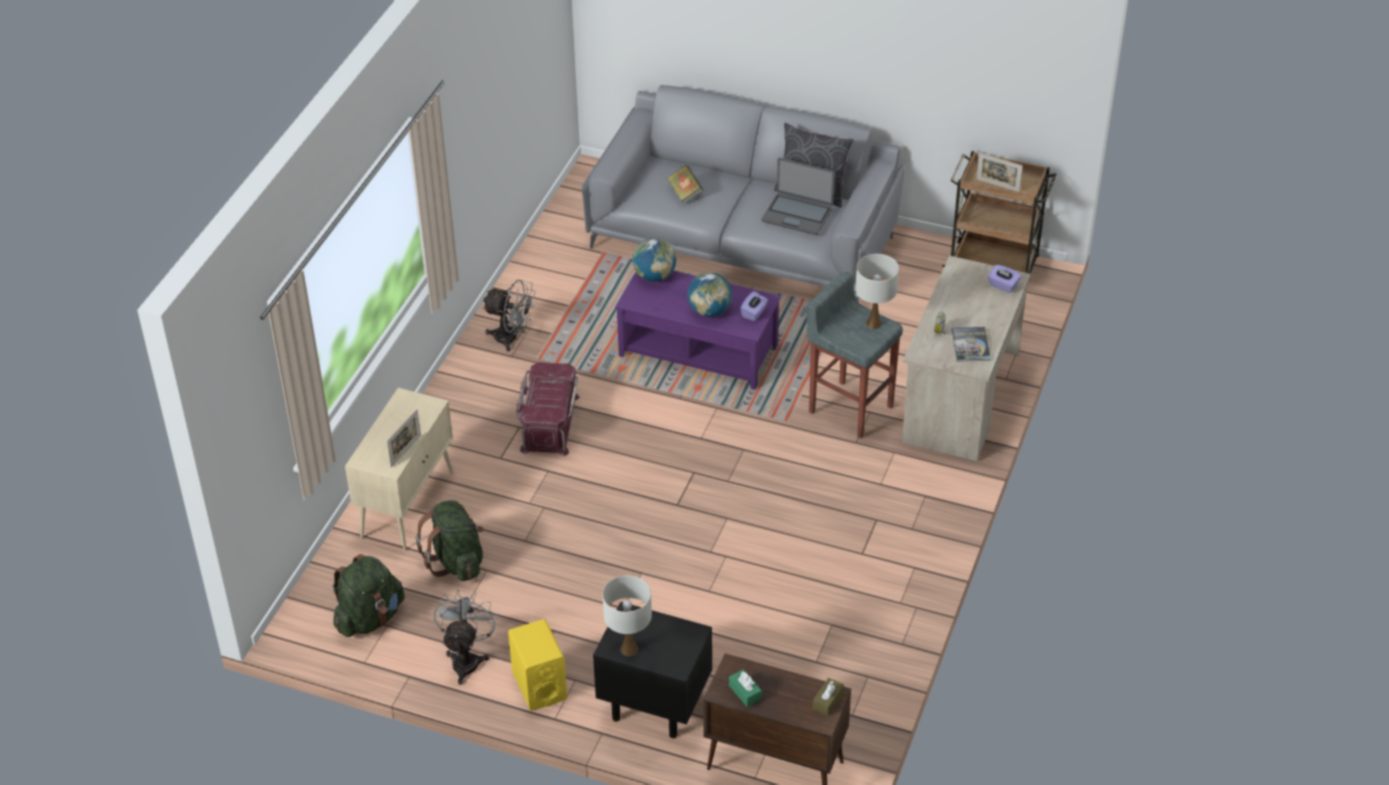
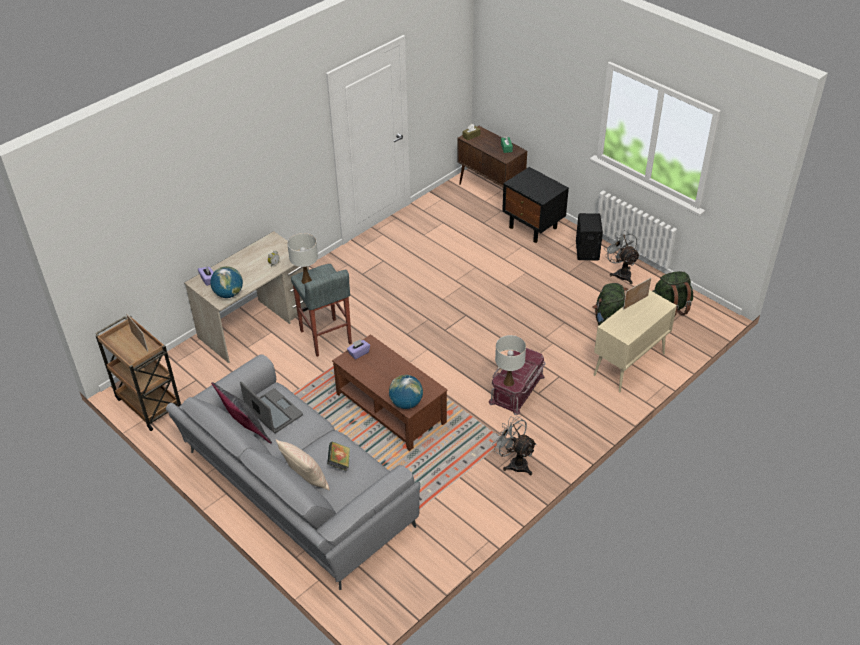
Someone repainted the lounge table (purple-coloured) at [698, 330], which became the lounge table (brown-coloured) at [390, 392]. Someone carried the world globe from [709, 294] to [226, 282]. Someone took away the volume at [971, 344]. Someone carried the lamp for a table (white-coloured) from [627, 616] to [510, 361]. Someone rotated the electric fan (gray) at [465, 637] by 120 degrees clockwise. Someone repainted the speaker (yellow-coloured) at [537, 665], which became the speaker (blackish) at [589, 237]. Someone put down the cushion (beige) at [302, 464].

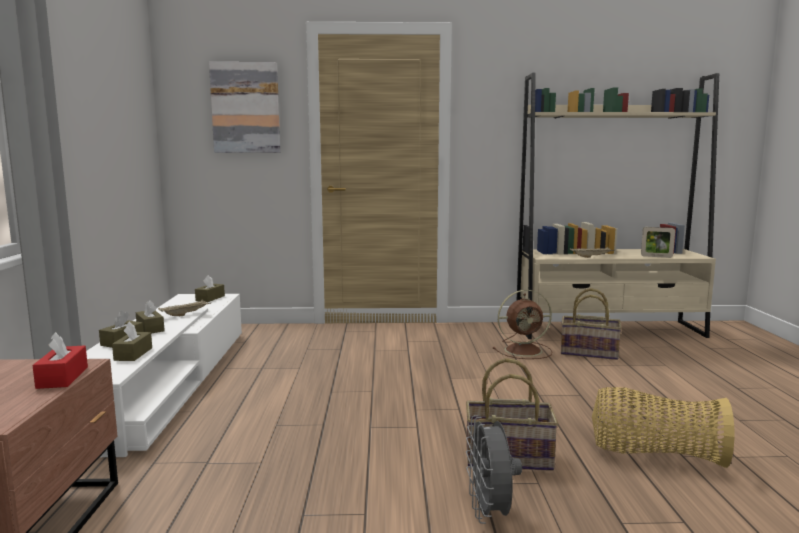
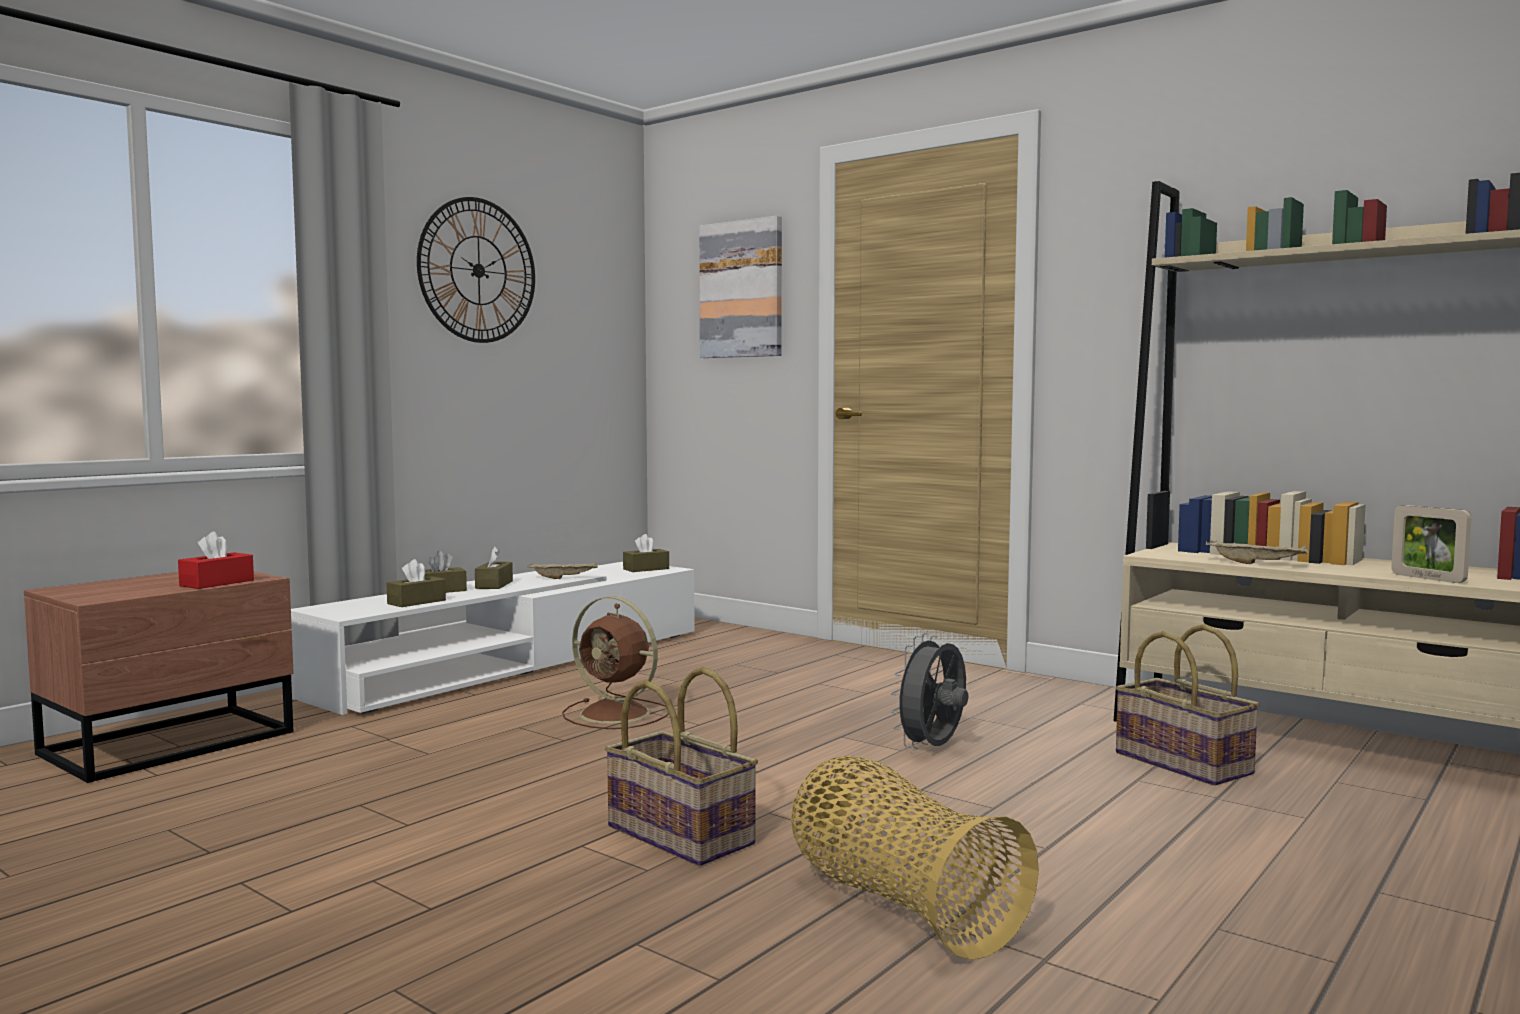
Someone carried the electric fan (brown-coloured) from [522, 324] to [615, 662]. Someone carried the electric fan (gray) from [494, 469] to [929, 691]. Someone put up the wall clock at [476, 270].

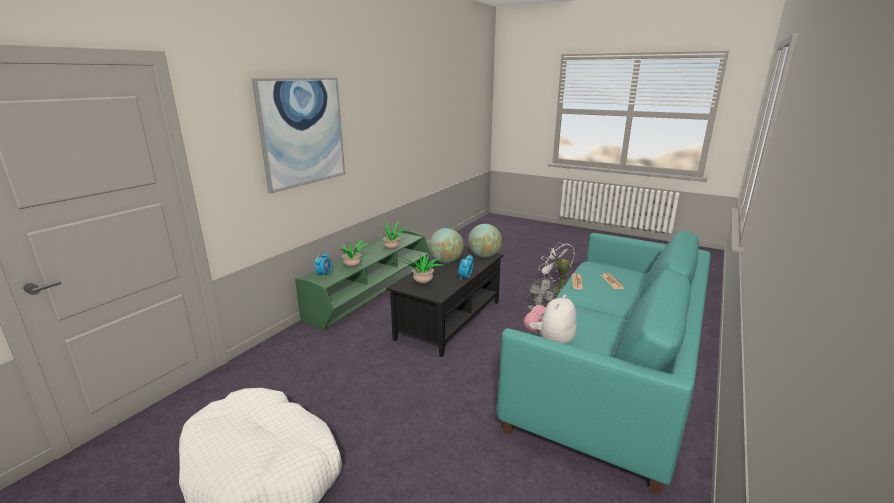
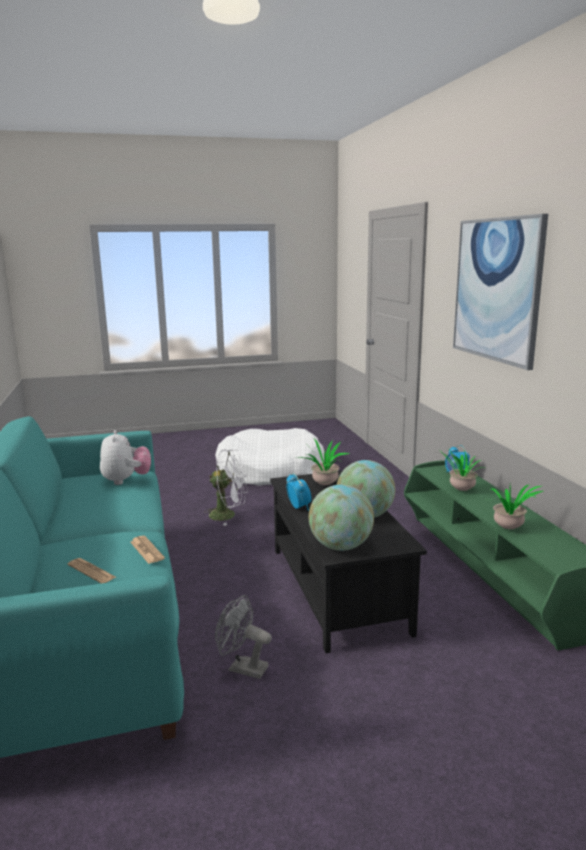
Someone carried the electric fan (white-coloured) from [557, 269] to [226, 487].

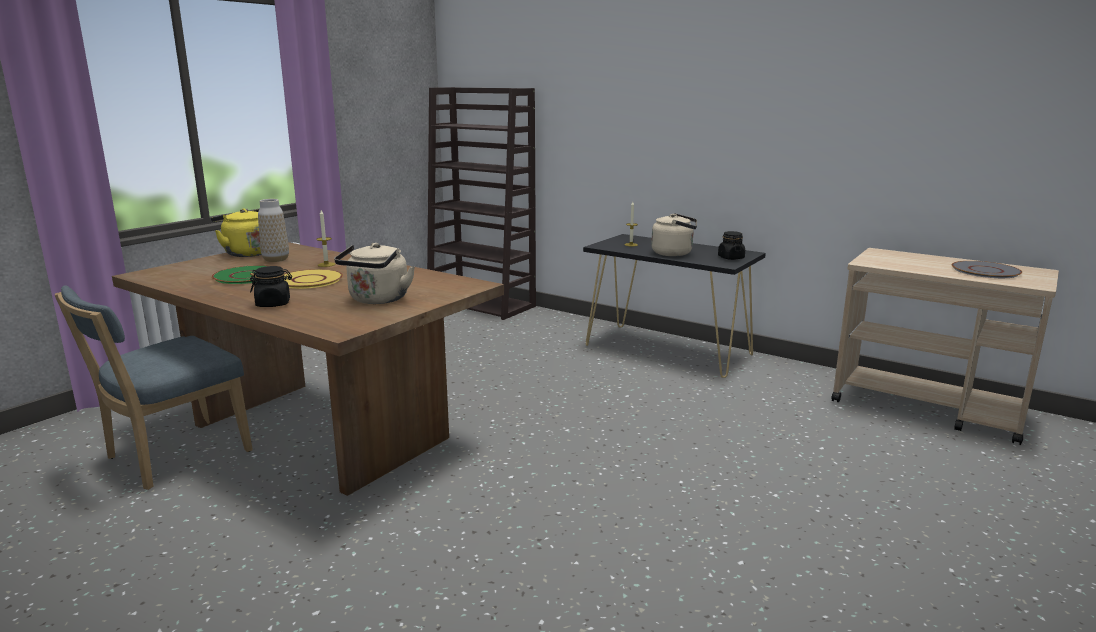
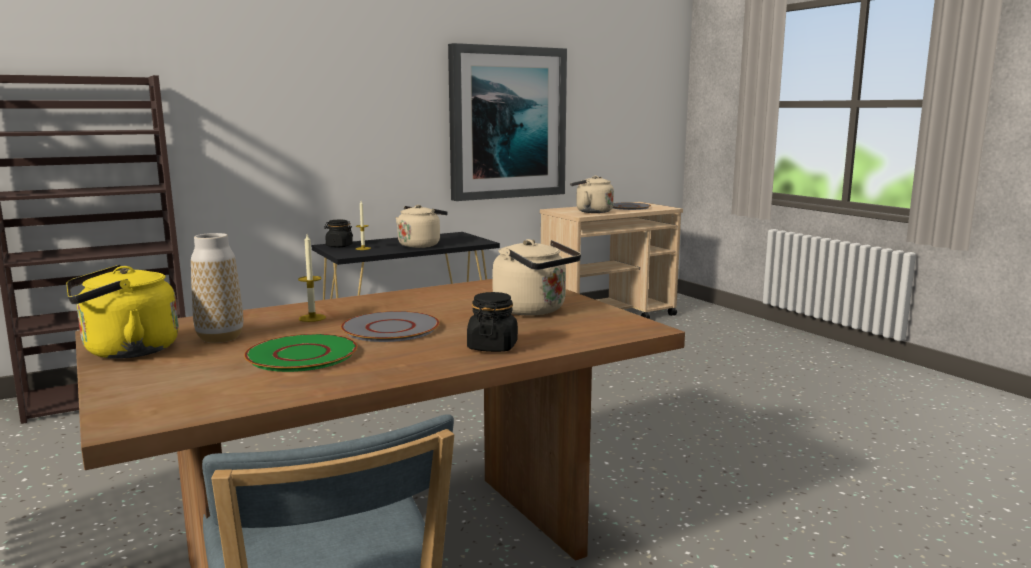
Someone carried the jar (blackish) from [731, 245] to [338, 233]. Someone repainted the flat dish (yellow-coloured) at [313, 279], which became the flat dish (gray) at [390, 326]. Someone put up the wall art at [507, 122]. Someone put down the kettle (beige) at [592, 194].

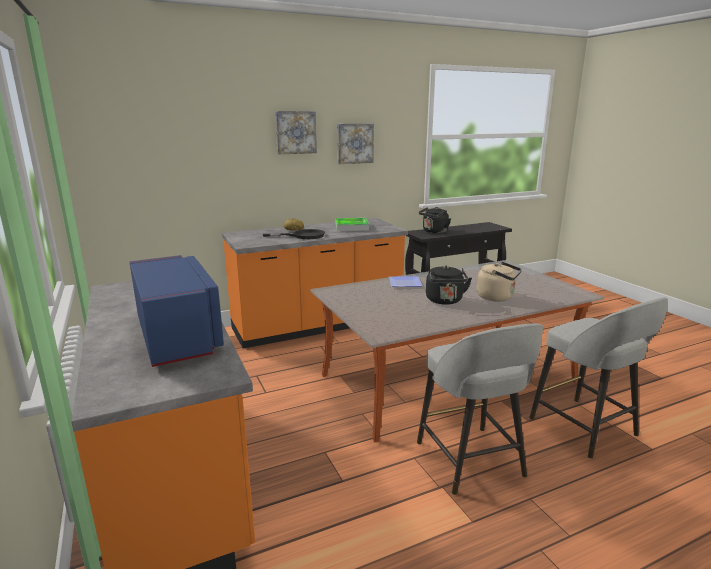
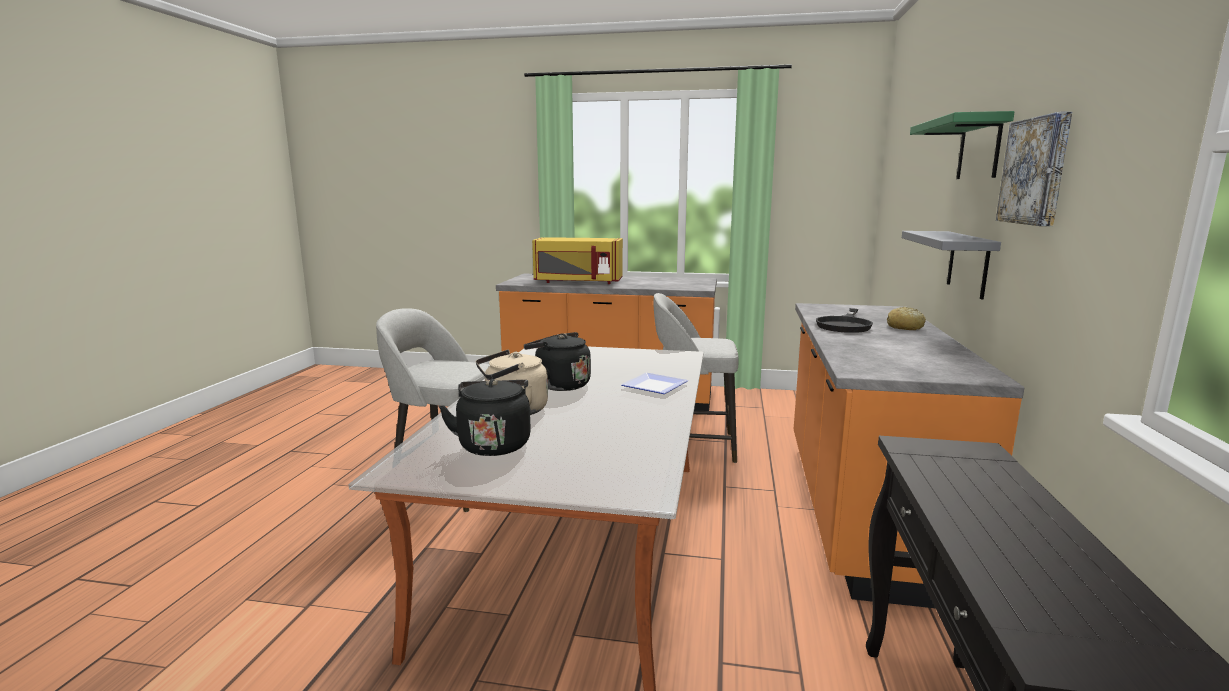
Someone swapped the wall art at [296, 132] for the shelf (greenish) at [962, 145]. Someone carried the kettle (blackish) from [435, 220] to [485, 417]. Someone took away the carrying tray at [352, 224]. Someone repainted the microwave (blue-coloured) at [176, 311], which became the microwave (yellow-coloured) at [577, 260]. Someone carried the sitting stool (gray) from [598, 378] to [696, 378]. Someone put up the shelf (gray) at [951, 265].

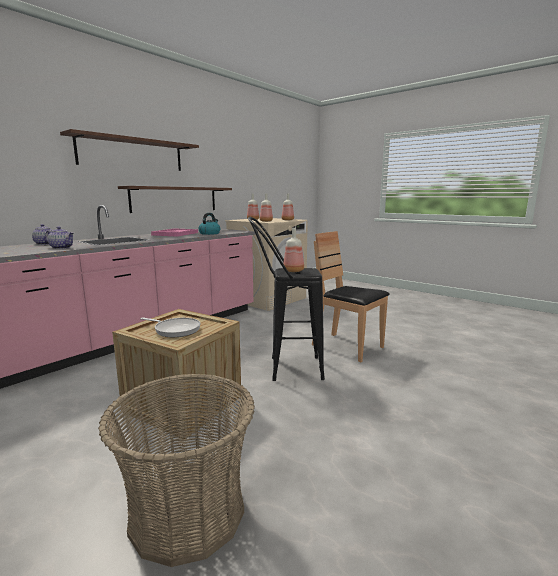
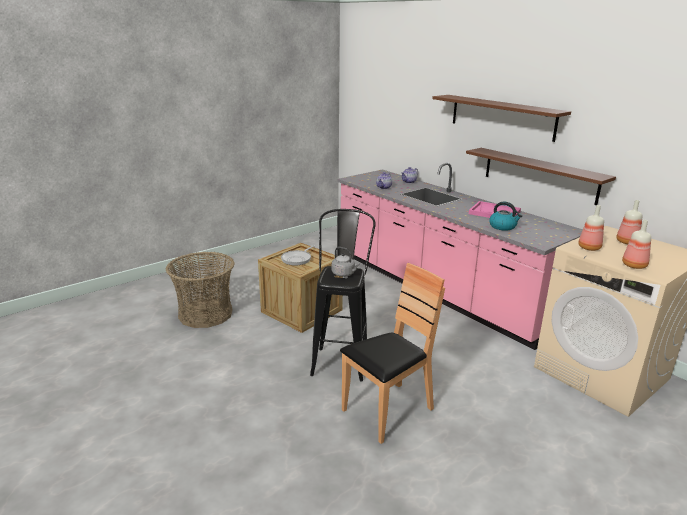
Someone swapped the drink bottle at [293, 250] for the kettle (gray) at [346, 262].

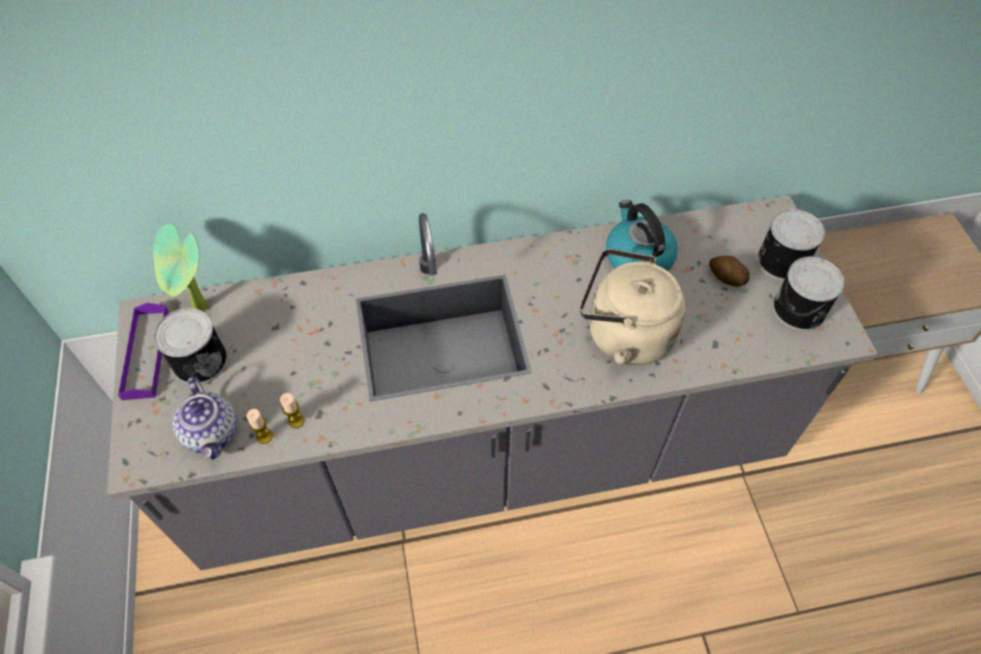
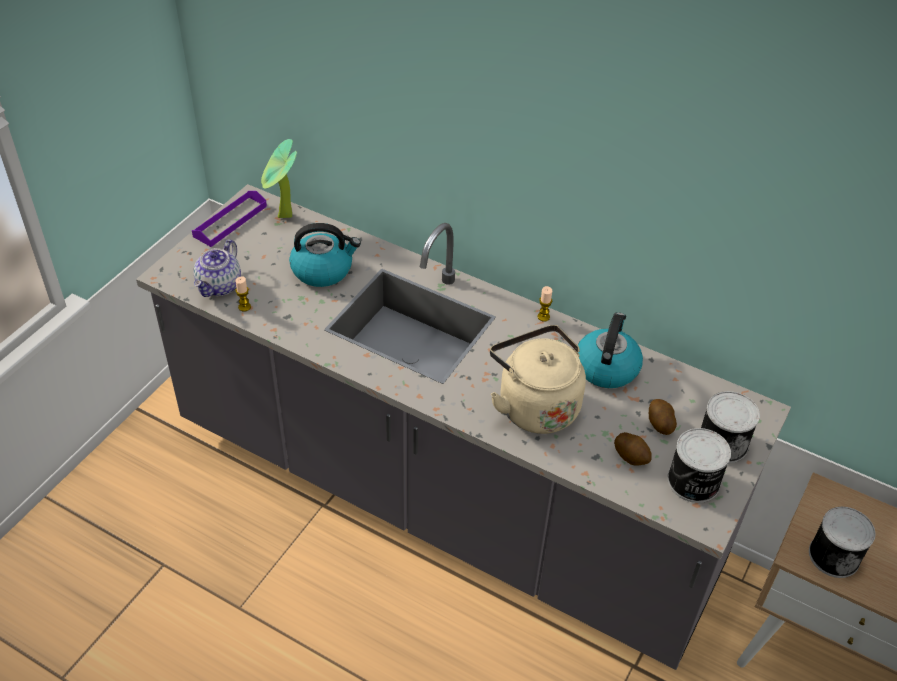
Someone carried the metal can from [191, 346] to [842, 542]. Someone carried the wax light from [292, 410] to [544, 304]. Someone put down the kettle at [325, 255]. Someone put down the potato at [633, 449].

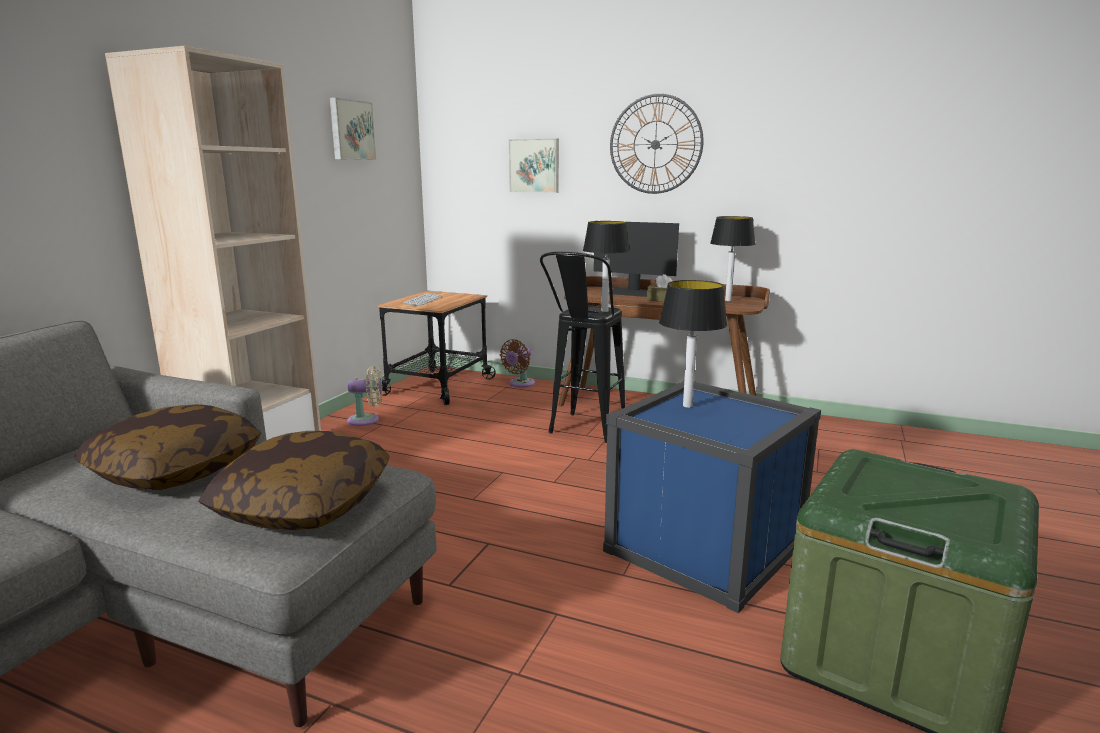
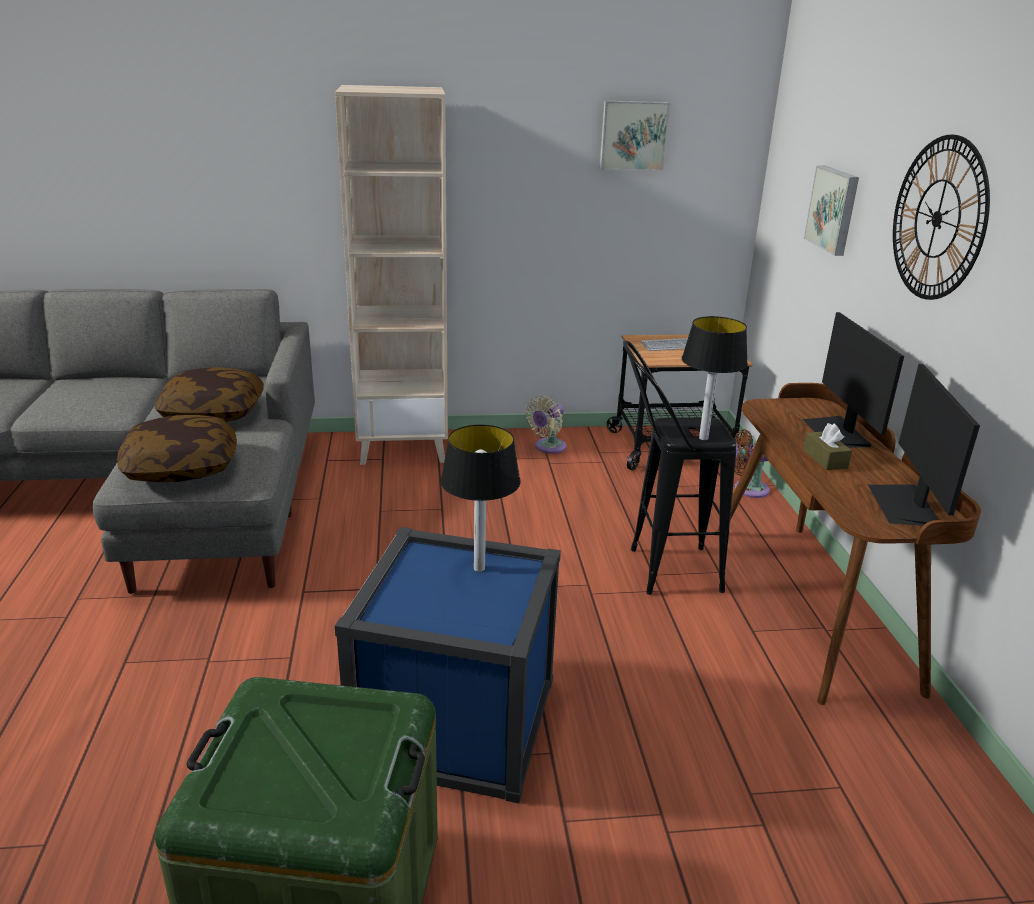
Someone swapped the lamp for a table at [732, 258] for the computer display at [923, 445]. Someone rotated the electric fan (beige) at [364, 396] by 75 degrees clockwise.

